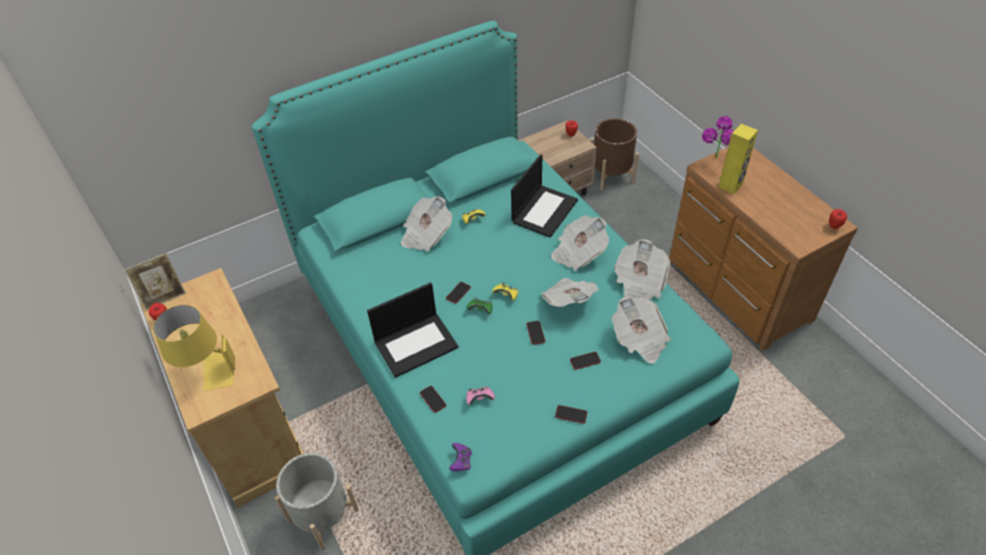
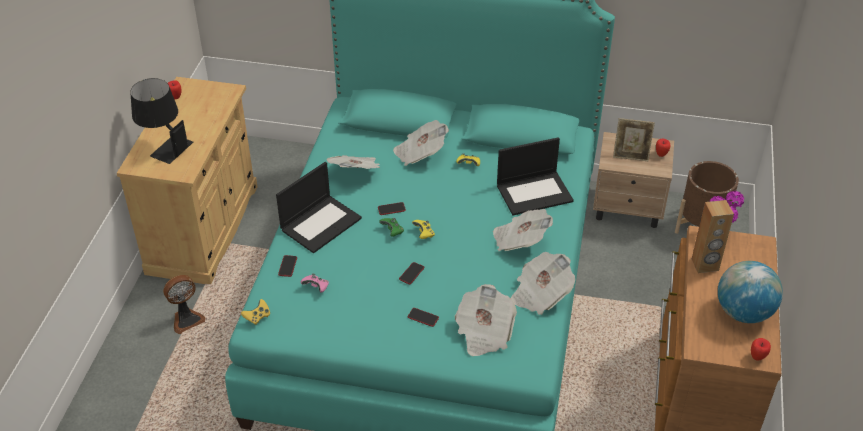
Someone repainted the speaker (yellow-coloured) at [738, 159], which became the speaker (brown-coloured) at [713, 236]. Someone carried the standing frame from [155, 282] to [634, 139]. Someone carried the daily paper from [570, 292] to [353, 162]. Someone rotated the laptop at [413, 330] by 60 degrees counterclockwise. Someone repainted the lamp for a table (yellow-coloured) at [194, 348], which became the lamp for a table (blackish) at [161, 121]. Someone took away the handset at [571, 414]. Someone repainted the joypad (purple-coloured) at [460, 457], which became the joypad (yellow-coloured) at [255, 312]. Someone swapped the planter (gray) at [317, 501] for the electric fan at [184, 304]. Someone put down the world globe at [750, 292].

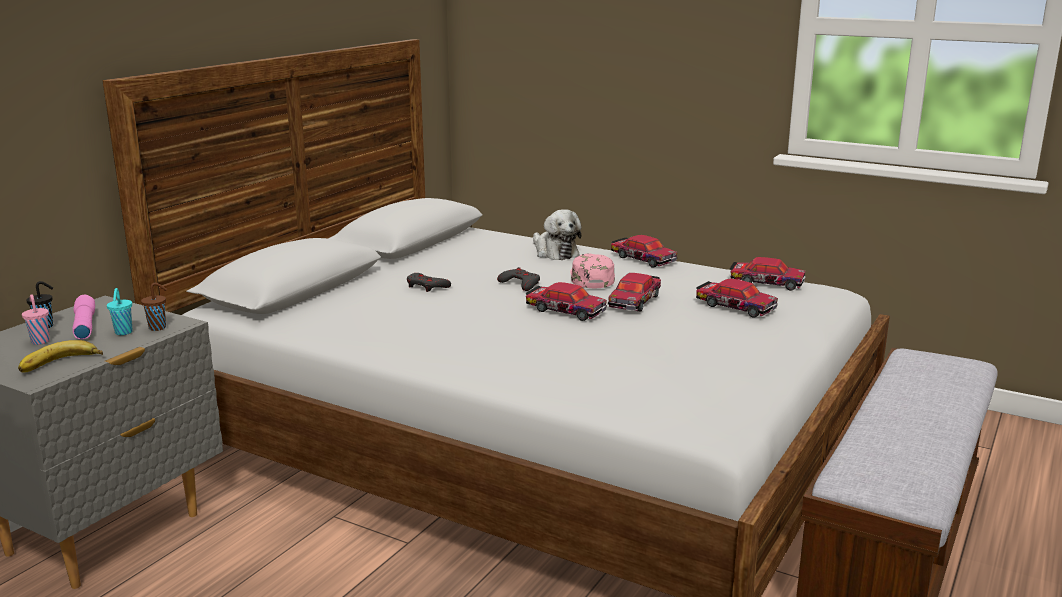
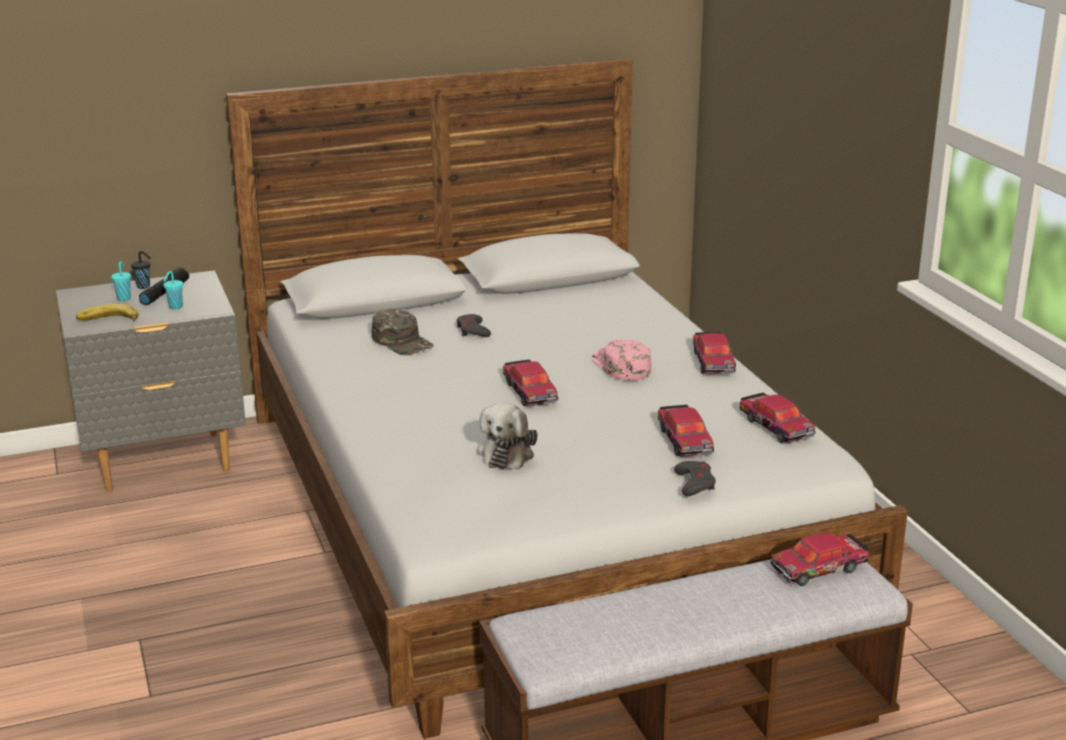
Someone carried the cuddly toy from [557, 235] to [506, 436]. Someone rotated the cap (pink) at [592, 270] by 60 degrees counterclockwise. Someone carried the joypad (gray) from [518, 279] to [695, 478]. Someone carried the miniature car from [634, 292] to [819, 559]. Someone took away the small cup (brown-coloured) at [154, 307]. Someone repainted the small cup (pink) at [36, 319], which became the small cup (turquoise) at [121, 281]. Someone repainted the torch (pink) at [84, 317], which became the torch (blackish) at [164, 286]. Someone put down the cap (greenish) at [403, 332].

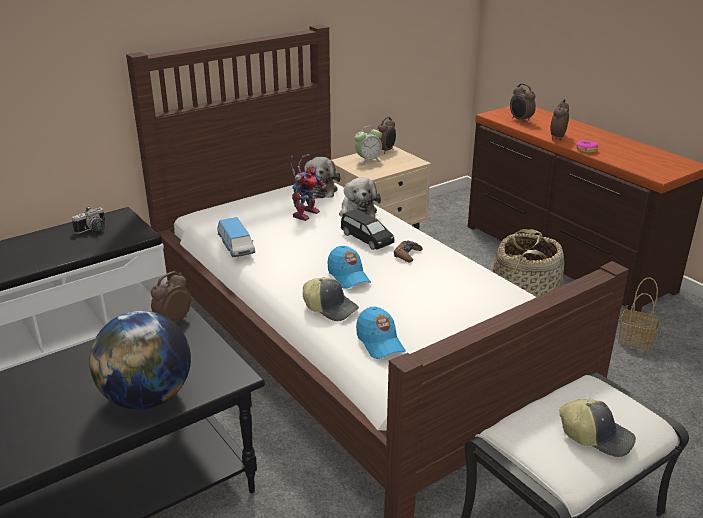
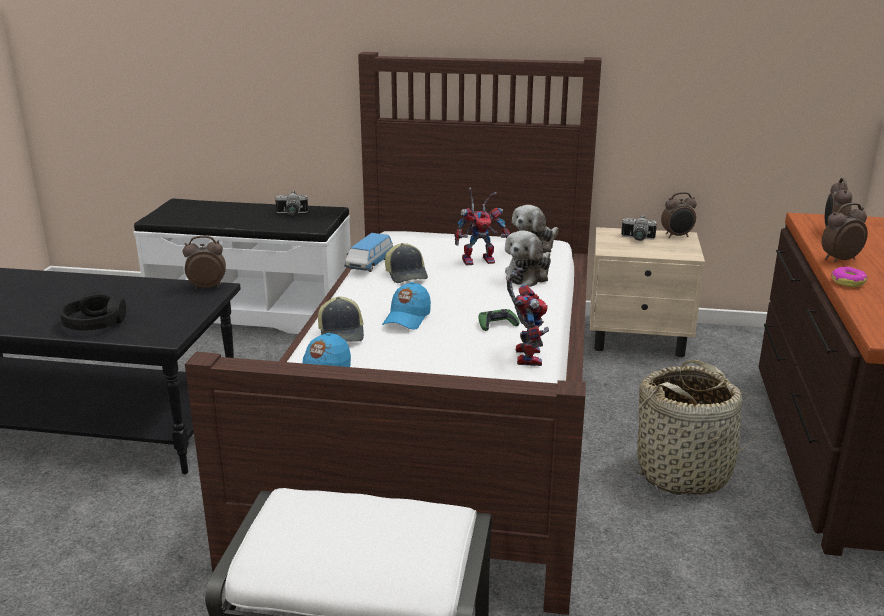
Someone swapped the bedside clock at [368, 145] for the still camera at [639, 228]. Someone took away the miniature car (blackish) at [368, 229]. Someone repainted the joypad (brown-coloured) at [408, 251], which became the joypad (greenish) at [499, 320]. Someone took away the household basket at [639, 314]. Someone swapped the world globe at [140, 360] for the headset (blackish) at [93, 311]. Someone carried the cap from [597, 428] to [406, 263]. Someone put down the robot figure at [528, 317].

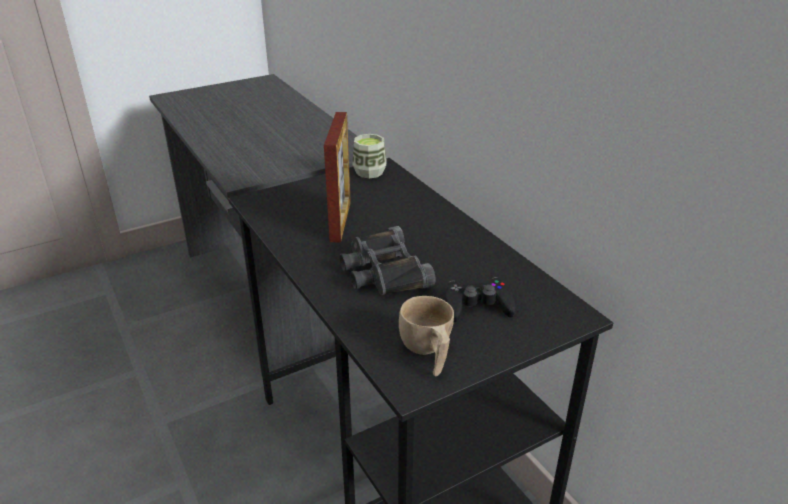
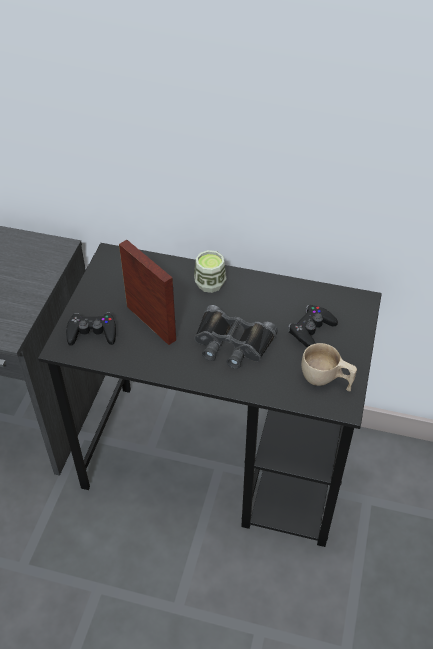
Someone carried the small cup from [369, 156] to [210, 271]. Someone put down the joypad (blackish) at [91, 329].

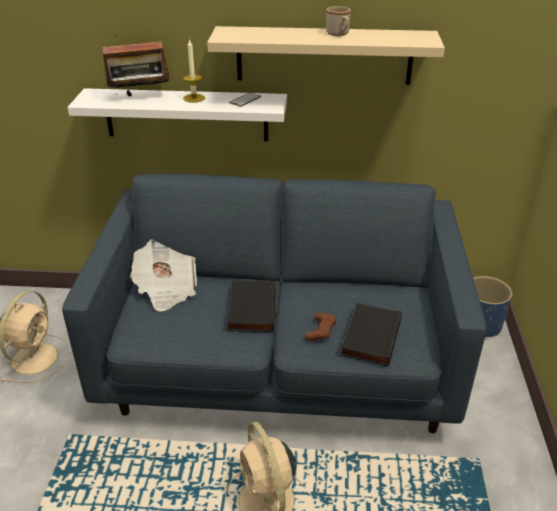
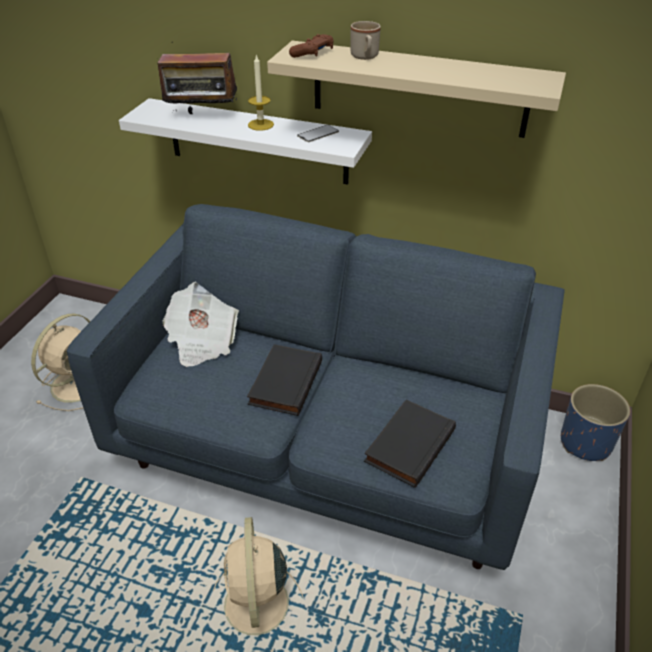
Someone carried the tea mug (beige) from [338, 21] to [365, 40]. Someone carried the joypad (brown-coloured) from [320, 327] to [311, 46].

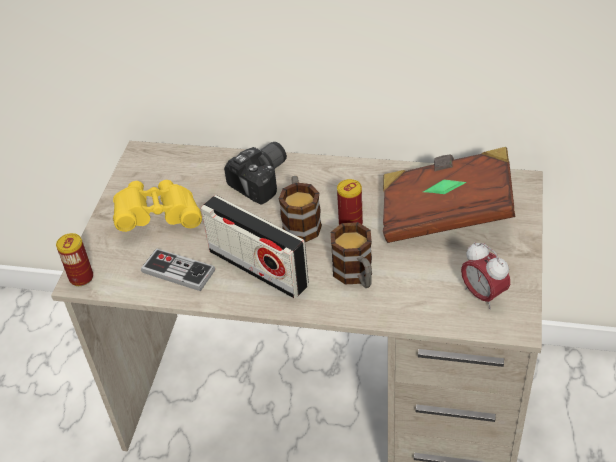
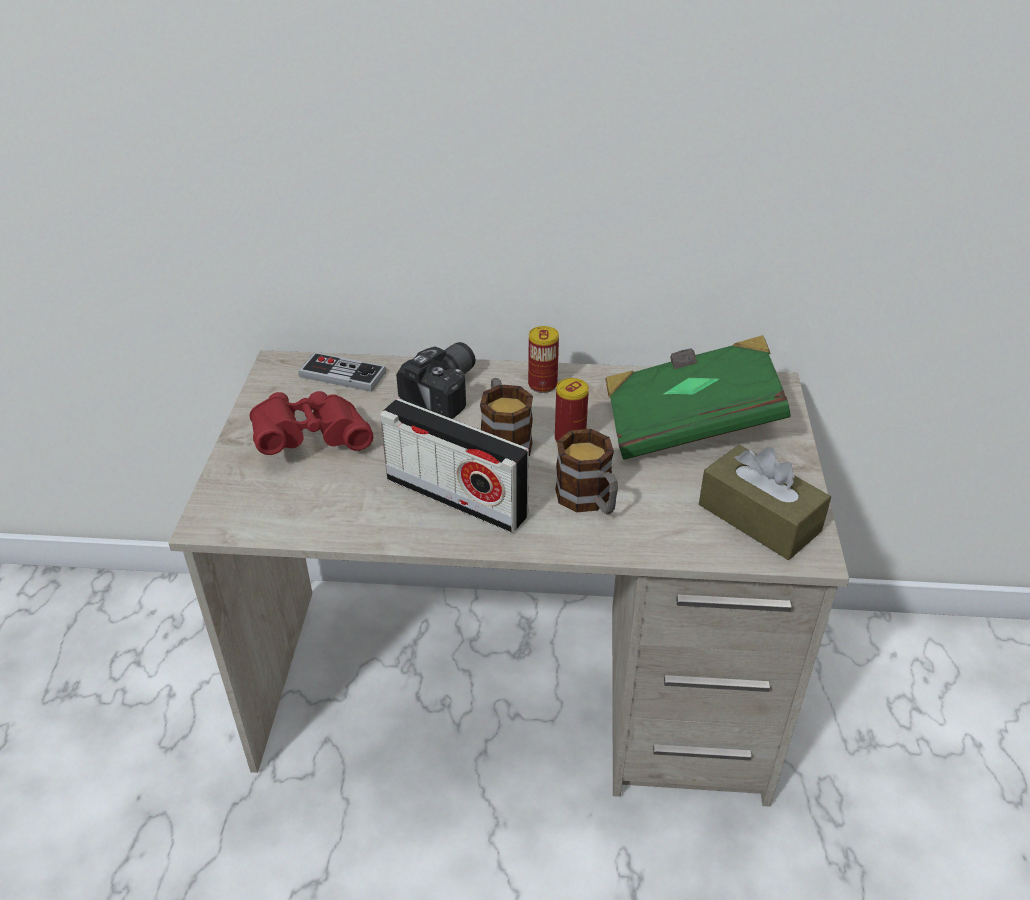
Someone repainted the volume (brown-coloured) at [449, 195], which became the volume (greenish) at [698, 397]. Someone repainted the binoculars (yellow-coloured) at [157, 206], which became the binoculars (reddish) at [311, 423]. Someone carried the metal can from [74, 259] to [543, 359]. Someone swapped the bedside clock at [485, 275] for the tissue box (brown-coloured) at [765, 502]. Someone carried the joypad from [178, 269] to [342, 372].

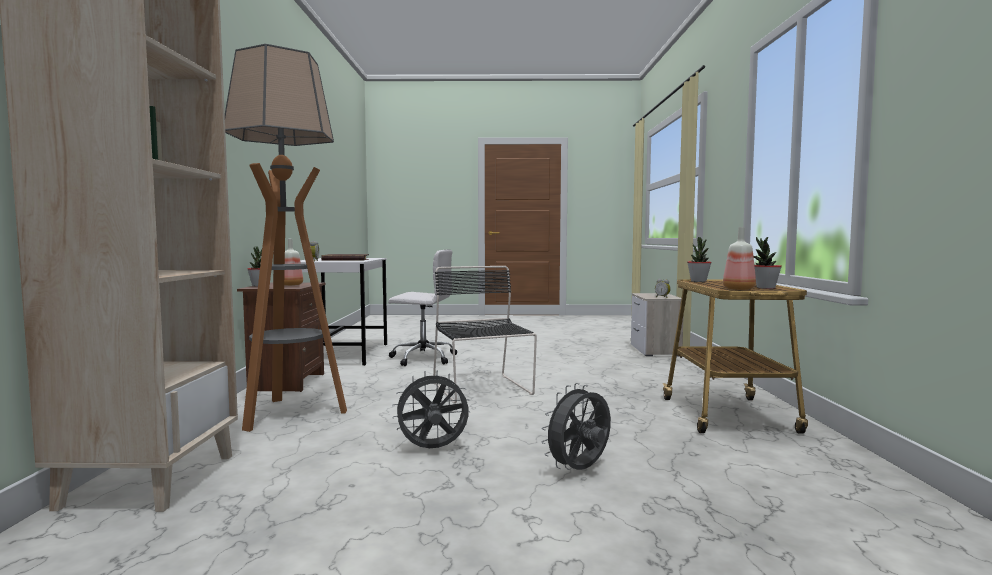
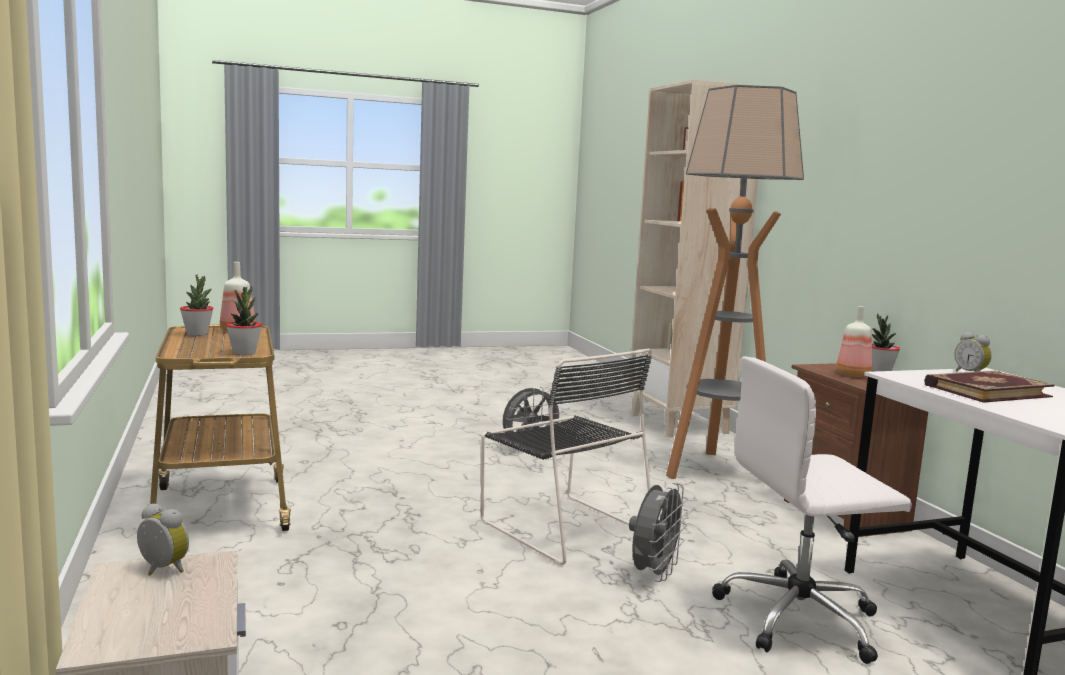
Someone carried the electric fan (gray) from [576, 426] to [658, 532].

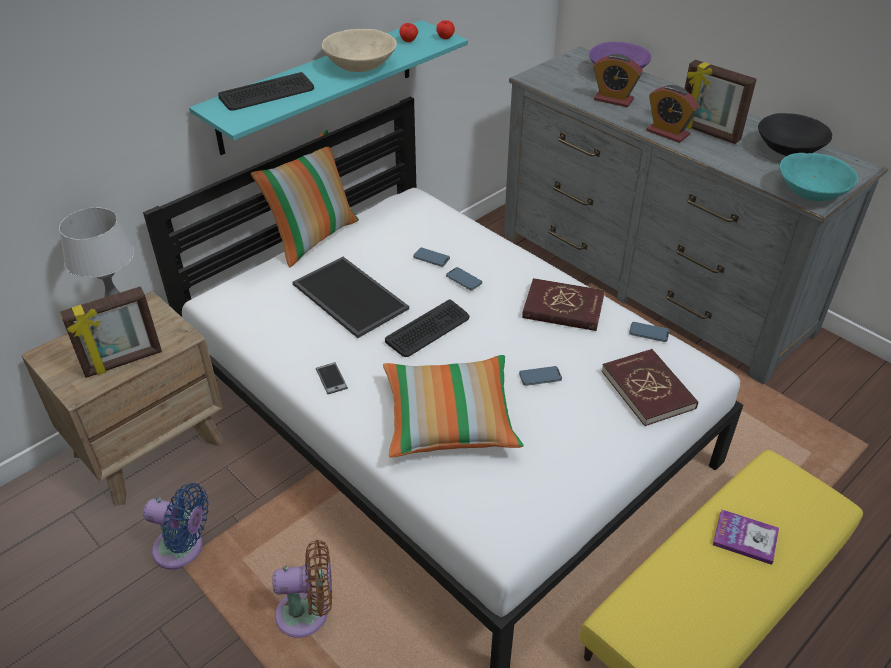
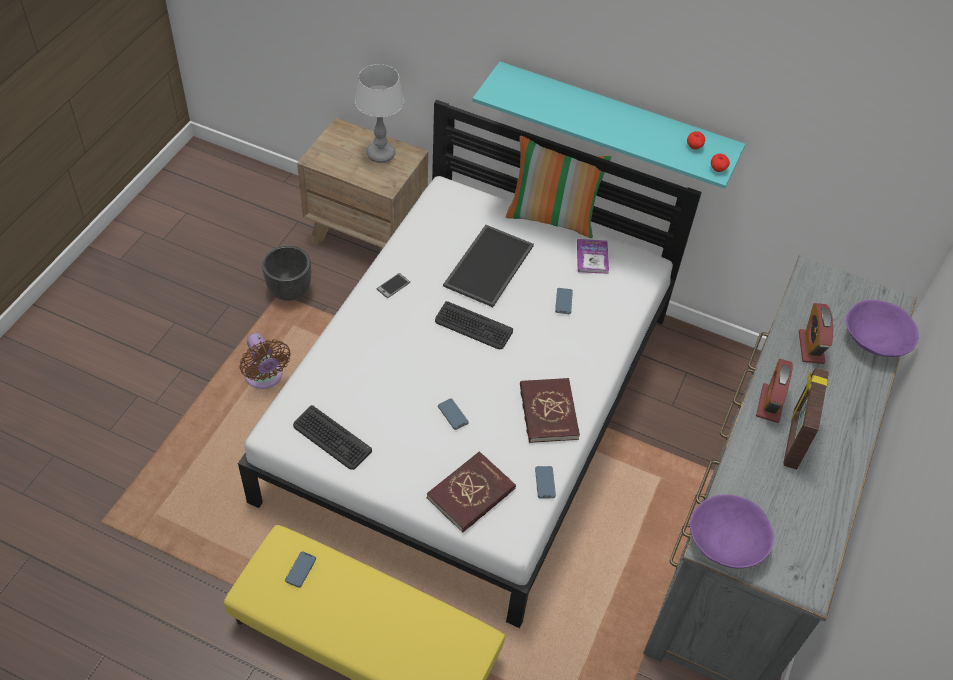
Someone took away the serving bowl (beige) at [359, 50]. Someone carried the keyboard from [266, 91] to [332, 437]. Someone took away the serving bowl (blackish) at [795, 134]. Someone repainted the serving bowl (turquoise) at [819, 177], which became the serving bowl (purple-coloured) at [732, 531]. Someone carried the handset from [464, 279] to [300, 570]. Someone took away the standing frame at [111, 332]. Someone took away the cushion at [453, 406]. Someone swapped the electric fan (blue-coloured) at [176, 526] for the planter (blackish) at [286, 273]. Someone carried the volume from [746, 537] to [593, 256].

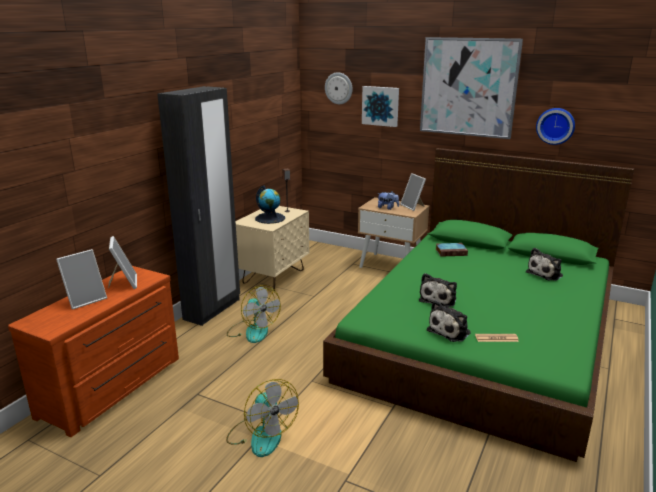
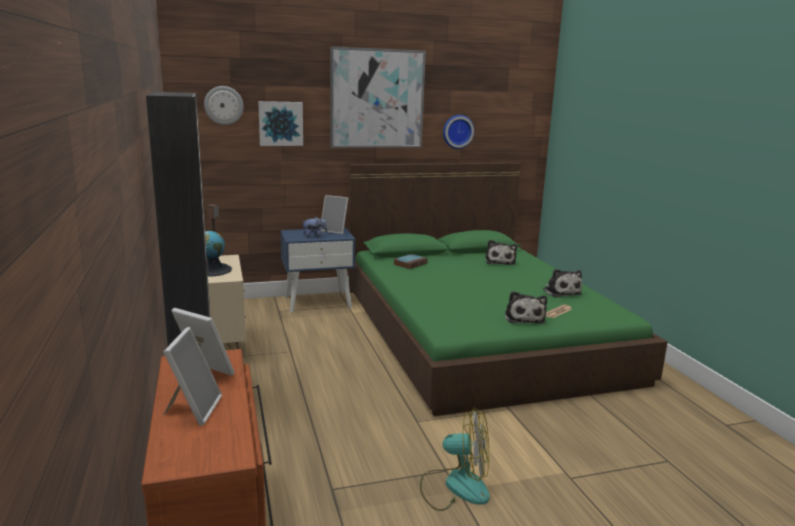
Someone repainted the bedside table (beige) at [394, 232], which became the bedside table (blue-coloured) at [317, 270]. Someone carried the cuddly toy from [438, 290] to [562, 283]. Someone took away the electric fan at [254, 314].

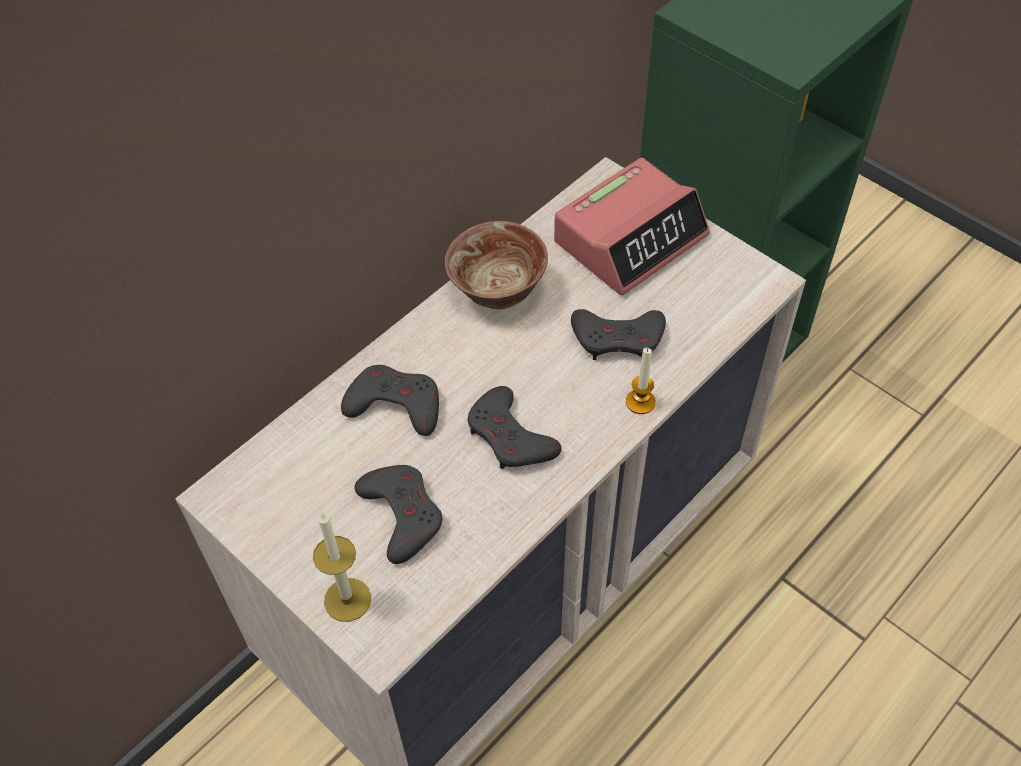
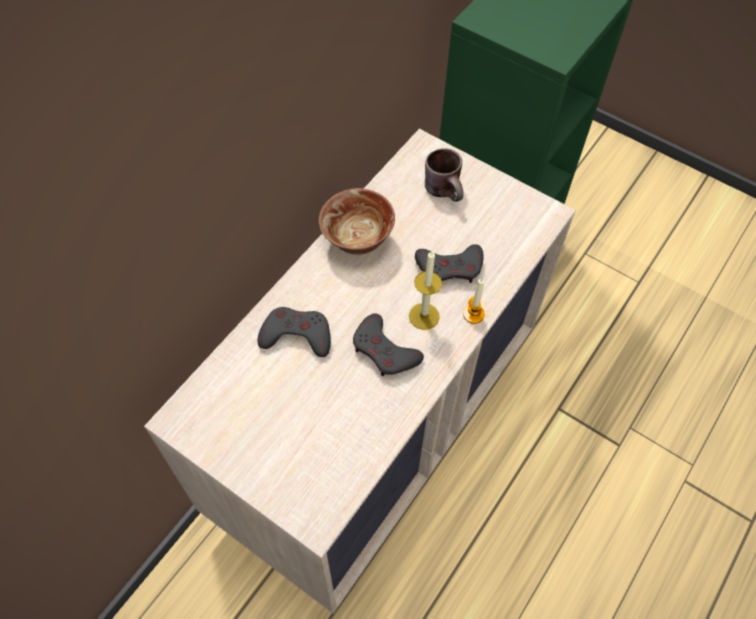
Someone swapped the bedside clock at [632, 226] for the tea mug (brown-coloured) at [444, 175]. Someone took away the joypad (gray) at [398, 514]. Someone carried the wax light from [342, 567] to [425, 290].

